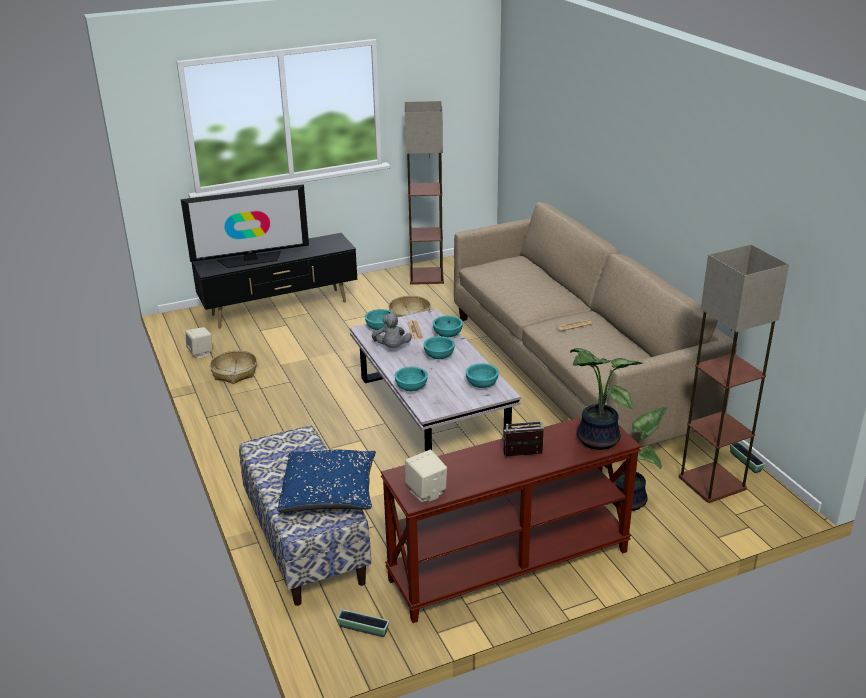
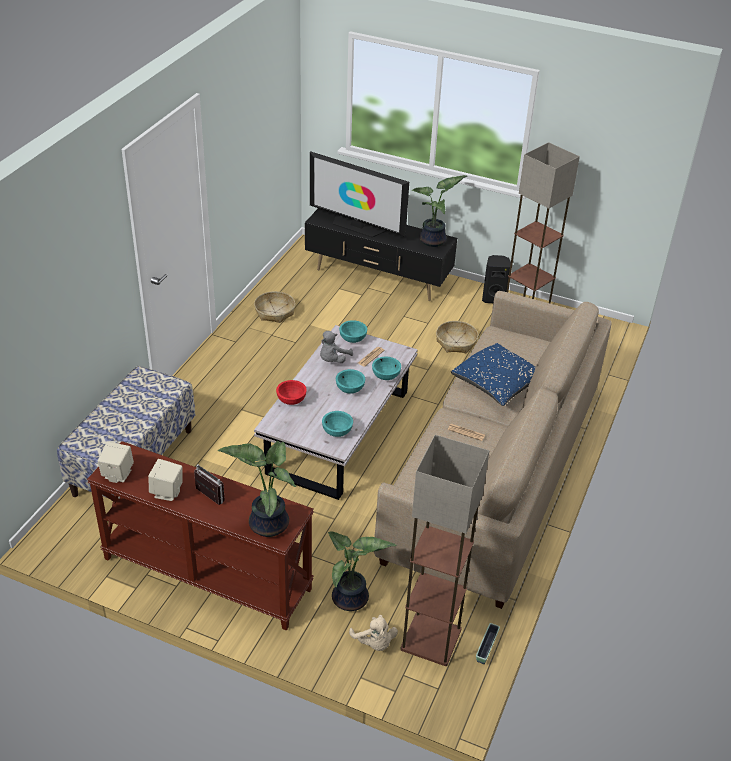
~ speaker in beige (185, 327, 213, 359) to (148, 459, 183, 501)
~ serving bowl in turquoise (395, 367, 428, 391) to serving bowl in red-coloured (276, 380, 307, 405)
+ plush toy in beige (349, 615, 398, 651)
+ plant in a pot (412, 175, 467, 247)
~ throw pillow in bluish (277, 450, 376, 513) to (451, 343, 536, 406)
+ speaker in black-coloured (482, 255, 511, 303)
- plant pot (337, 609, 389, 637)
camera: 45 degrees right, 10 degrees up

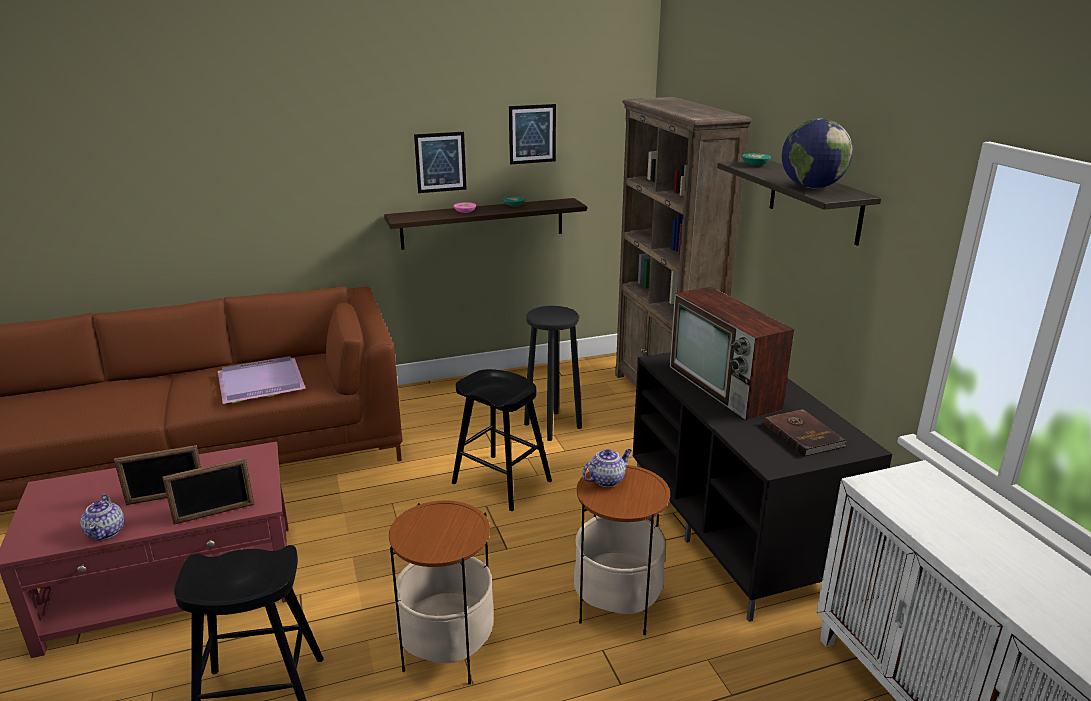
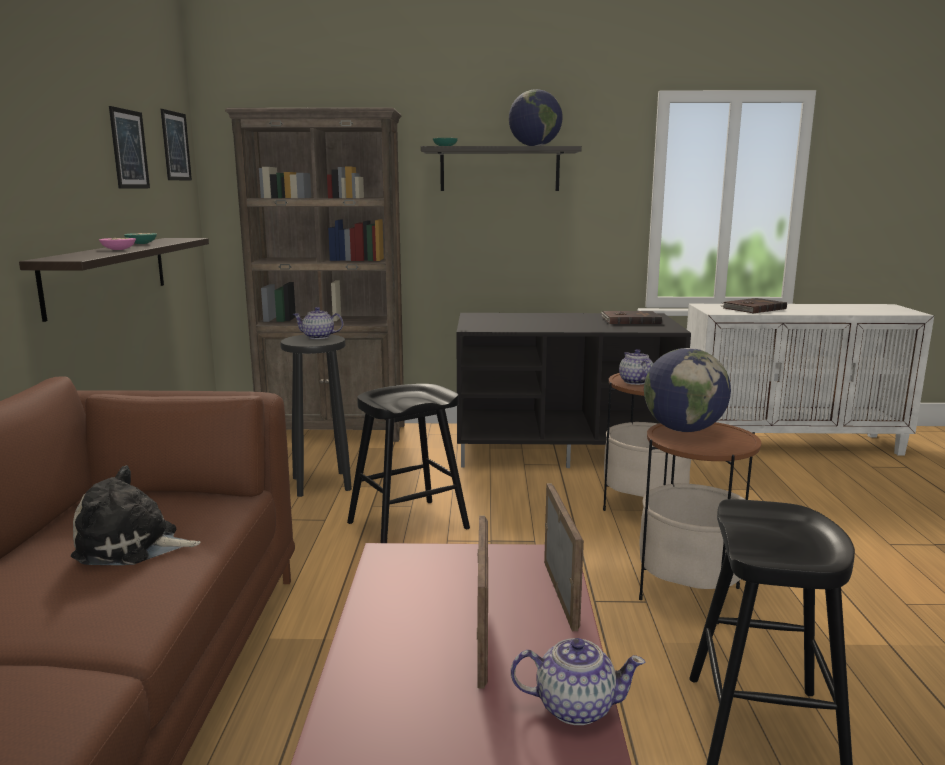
~ serving tray in purple (218, 356, 306, 404) to plush toy (71, 465, 200, 565)
~ wall picture (414, 132, 467, 193) to (161, 109, 192, 181)
+ pot for tea (292, 307, 343, 339)
+ globe (644, 348, 731, 432)
+ volume in brown-coloured (722, 298, 787, 313)
- television (670, 287, 794, 420)
camera: 70 degrees left, 10 degrees down

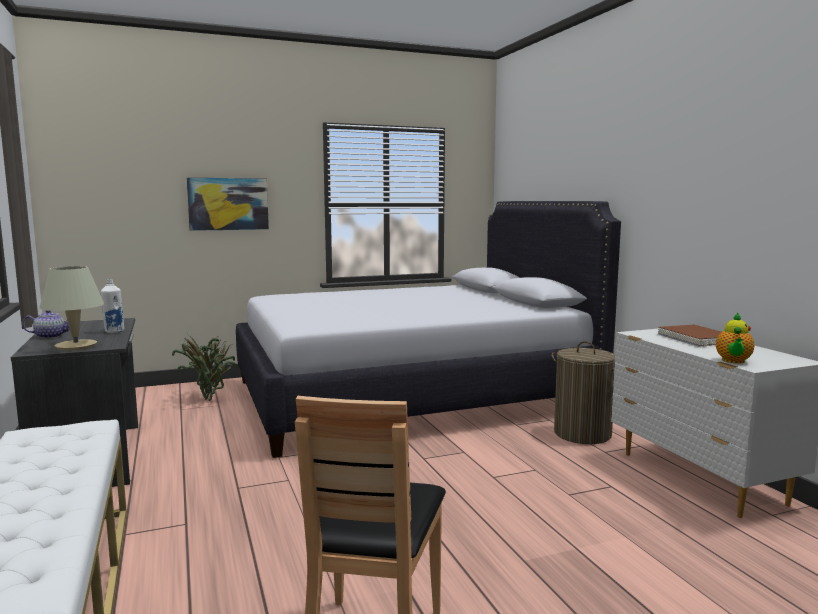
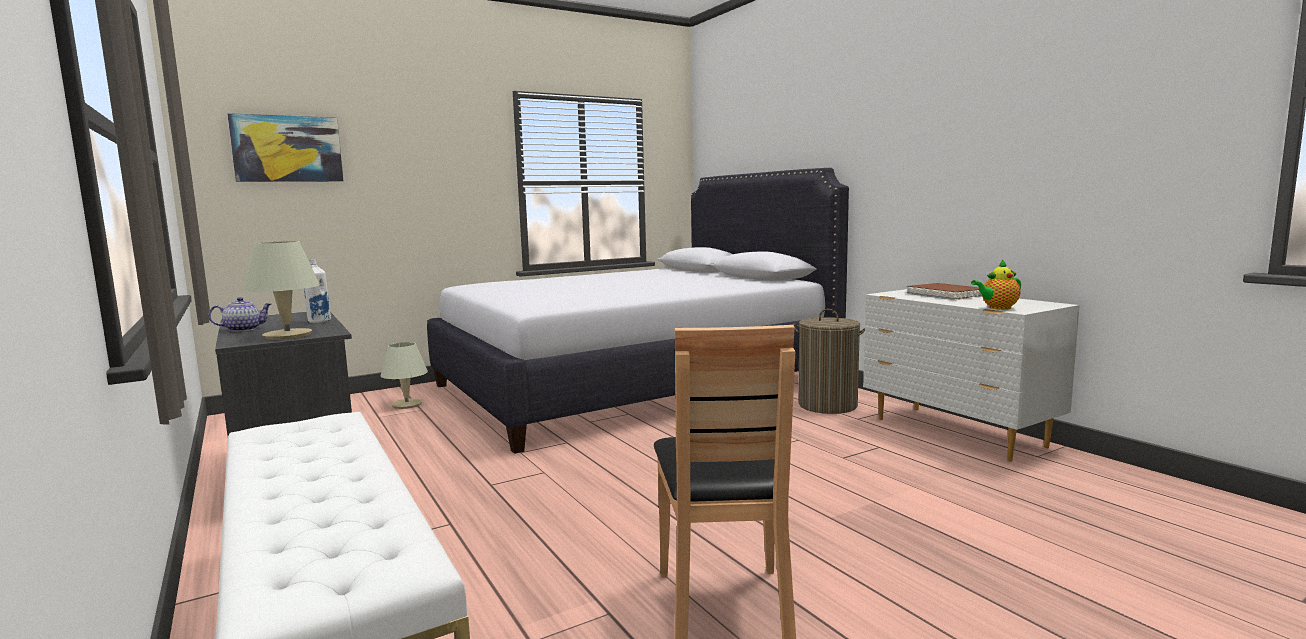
~ wall picture (186, 178, 269, 231) to (227, 113, 343, 182)
~ plant in a pot (172, 334, 239, 401) to table lamp in beige (381, 342, 428, 409)
~ pot for tea (716, 313, 754, 364) = (971, 260, 1021, 310) 60 degrees clockwise
camera: 10 degrees left, 0 degrees up

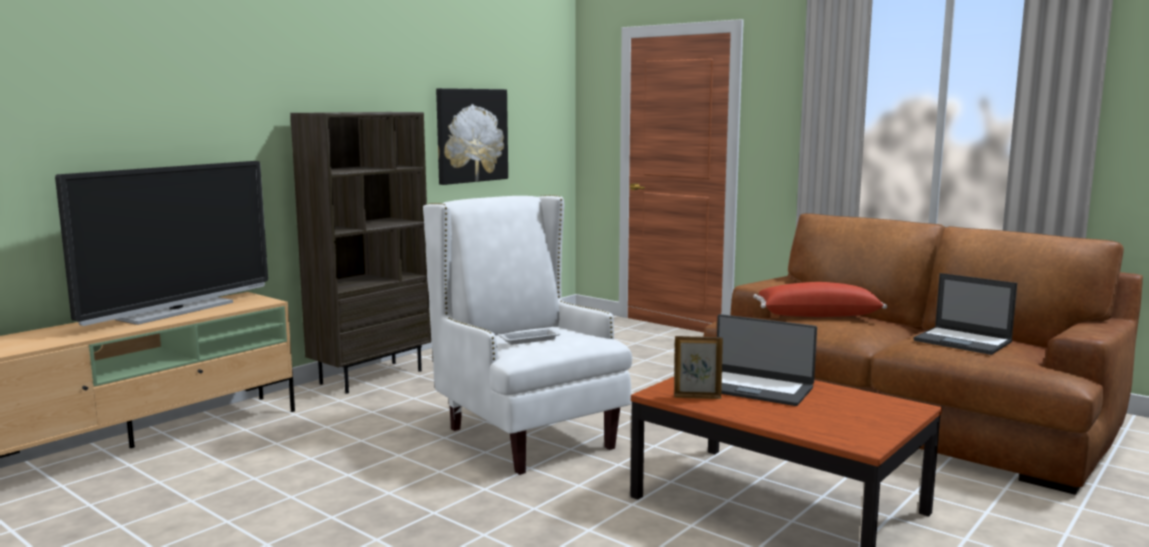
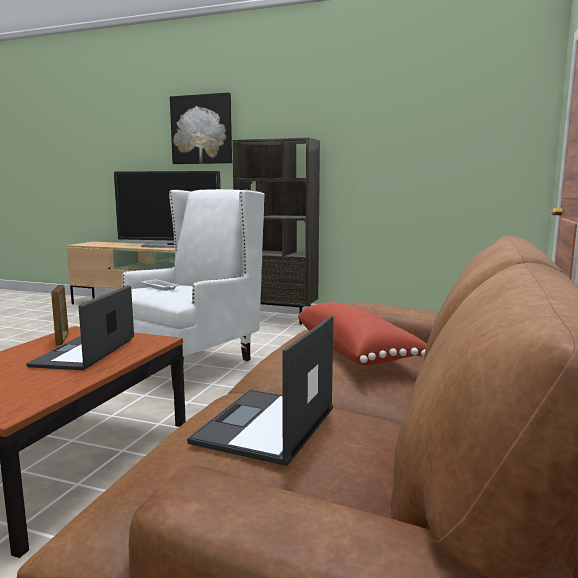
~ wall picture (436, 88, 508, 185) to (170, 92, 232, 164)
camera: 70 degrees right, 0 degrees up

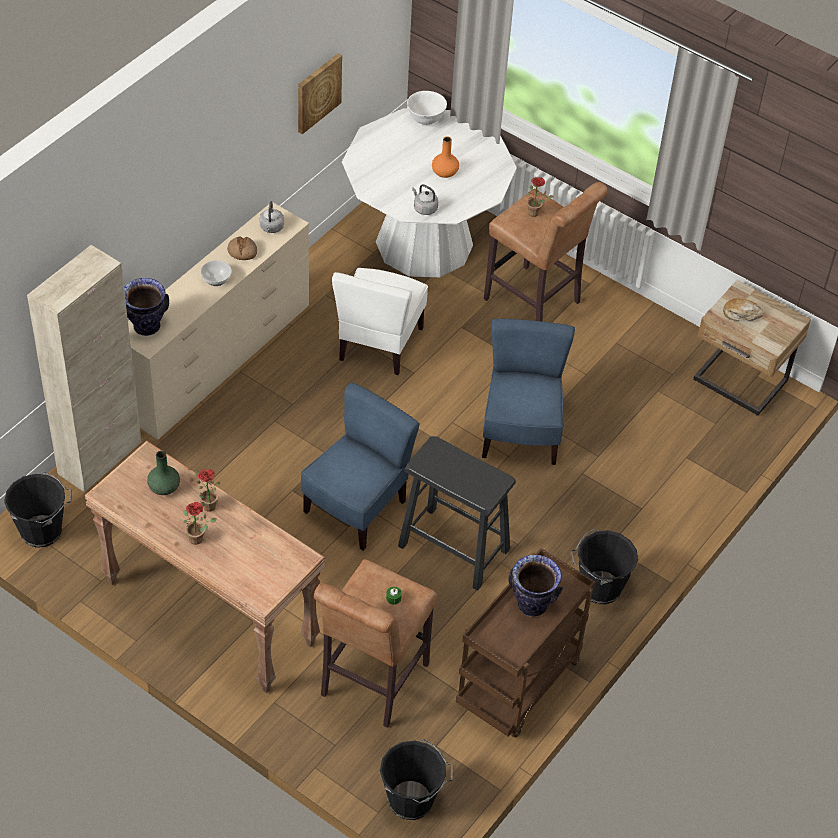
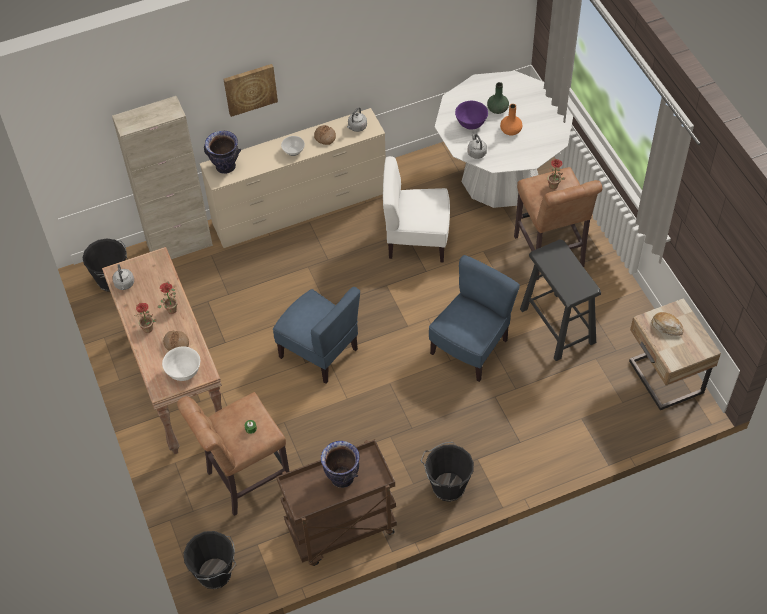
+ kettle in grey (112, 264, 134, 290)
~ serving bowl in whitish (407, 91, 447, 125) to (162, 347, 200, 381)
+ baked bread (163, 331, 189, 351)
~ wall picture (298, 53, 342, 134) to (224, 64, 278, 117)
~ upright chair in bluish (301, 383, 420, 551) = (273, 287, 360, 384) 60 degrees clockwise
~ upright chair in whitish (332, 268, 428, 375) = (383, 156, 450, 263) 45 degrees clockwise
+ serving bowl in purple (455, 101, 488, 130)
~ decorative vase in greenish (147, 451, 180, 495) to (487, 82, 509, 114)
~ stool in black-coloured (398, 436, 516, 590) to (520, 239, 601, 361)
camera: 35 degrees right, 5 degrees up

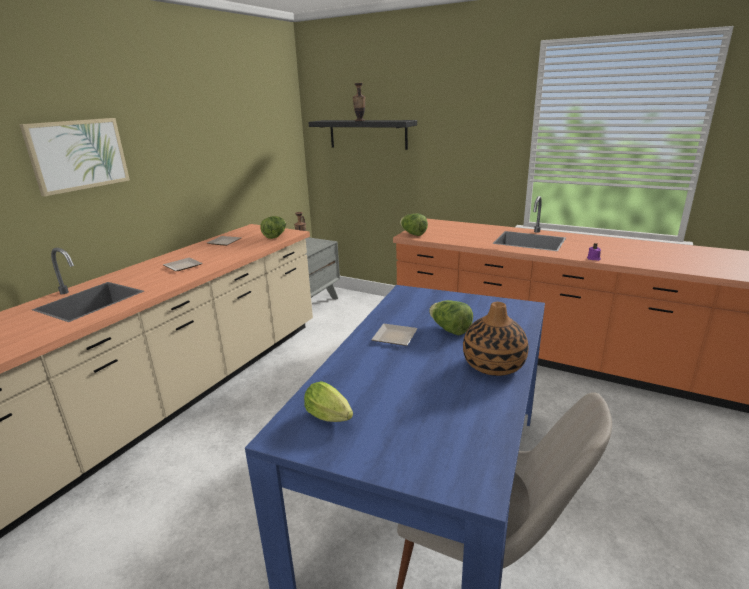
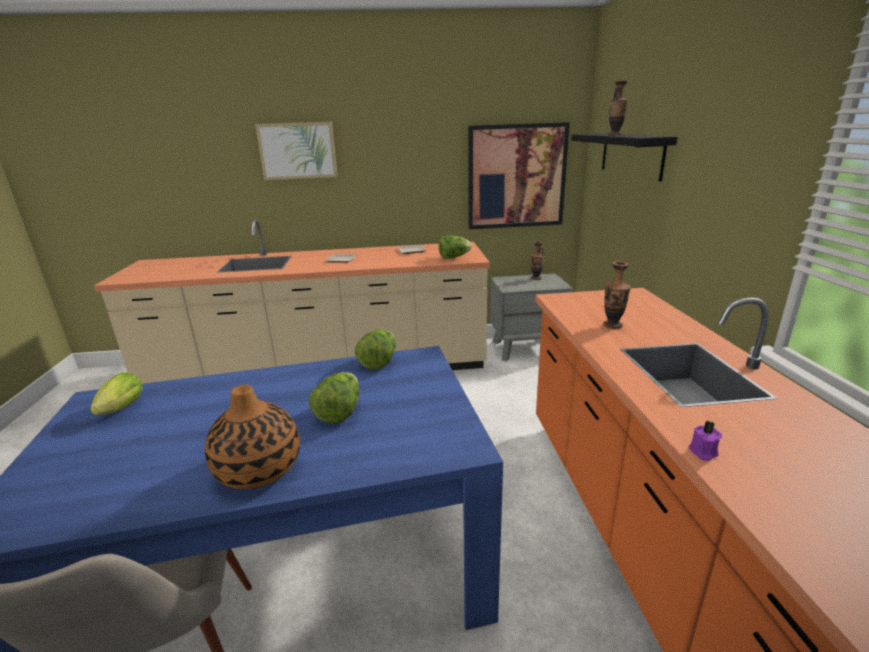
~ lettuce (400, 214, 428, 236) to (355, 329, 396, 370)
+ wall picture (468, 122, 570, 229)
+ decorative vase (603, 261, 631, 329)
- dinner plate (371, 324, 418, 346)
camera: 55 degrees right, 0 degrees up

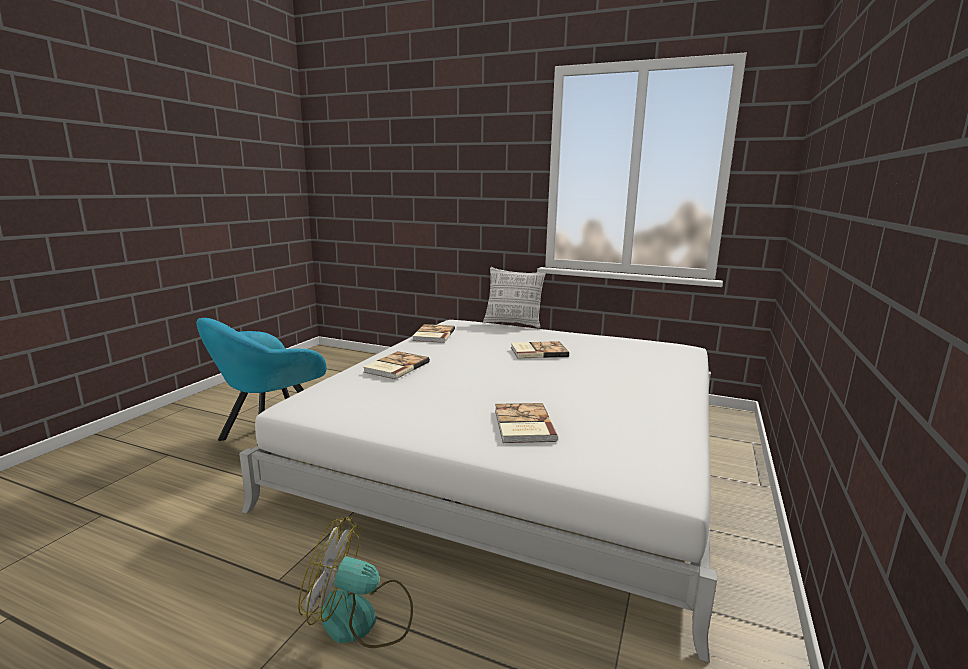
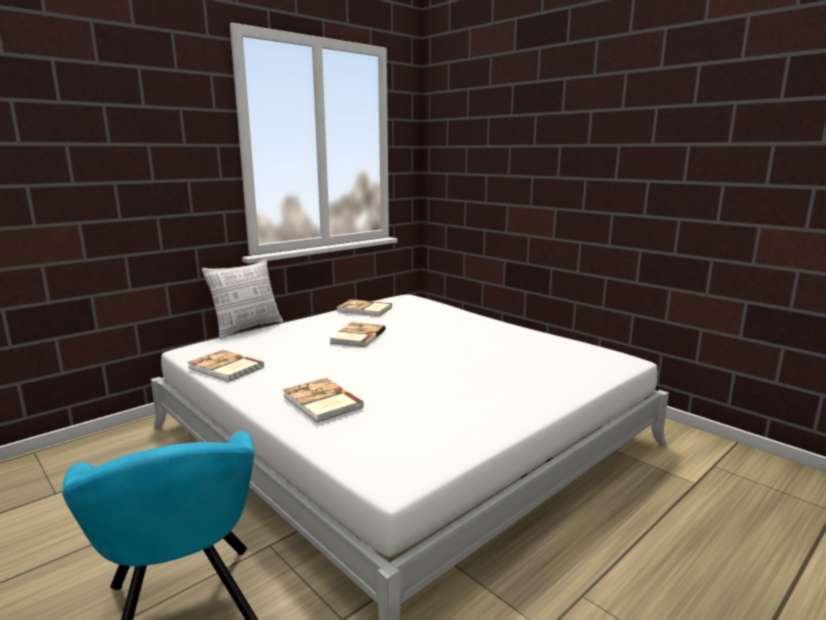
~ volume (495, 403, 558, 443) to (337, 299, 392, 316)
- fan (298, 516, 413, 648)
camera: 65 degrees left, 0 degrees up

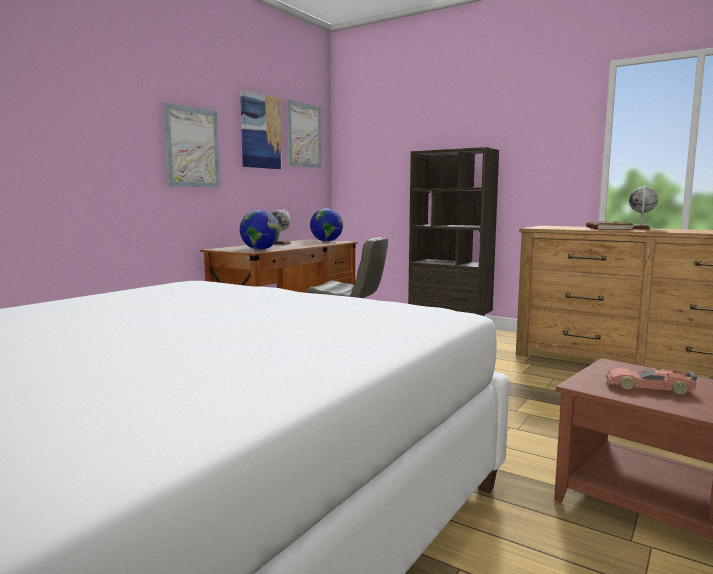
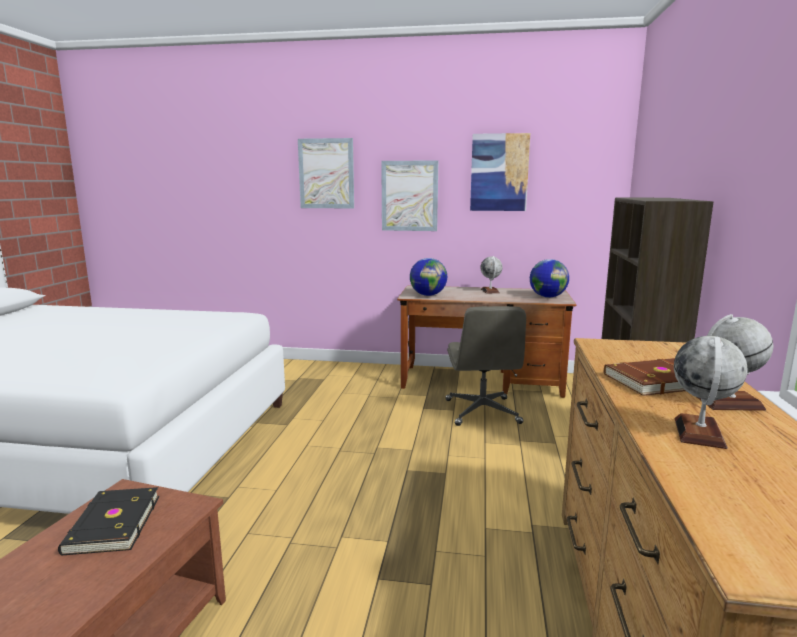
~ toy car (606, 368, 698, 395) to volume in black-coloured (58, 487, 160, 555)
~ wall picture (286, 100, 321, 168) to (298, 138, 354, 209)
+ globe (674, 336, 748, 449)
camera: 65 degrees right, 5 degrees up

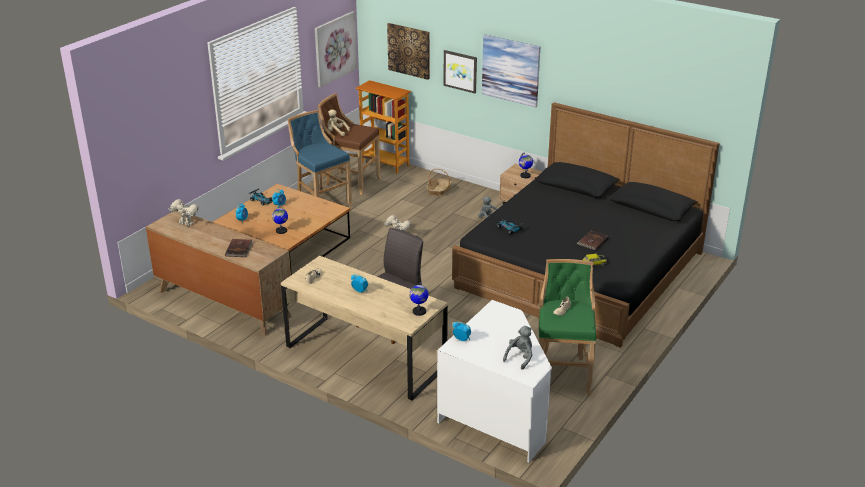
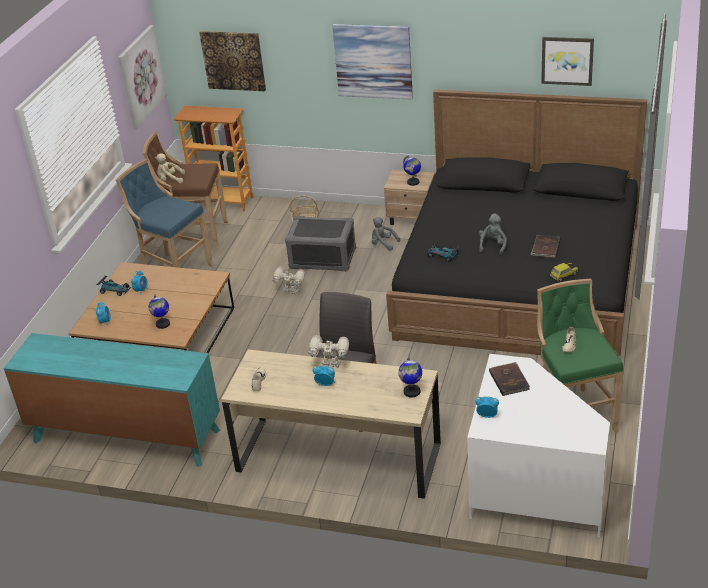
~ chest of drawers in brown-coloured (146, 211, 291, 337) to chest of drawers in turquoise (4, 333, 220, 467)
+ storage bin in grey (285, 216, 356, 271)
~ model robot (168, 199, 199, 226) to (308, 335, 349, 368)
~ plush toy in grey (503, 326, 532, 370) to (479, 213, 507, 255)
~ volume in brown-coloured (225, 239, 254, 257) to (489, 362, 530, 396)
~ wall picture (444, 50, 477, 94) to (541, 37, 594, 86)
camera: 15 degrees left, 5 degrees up

